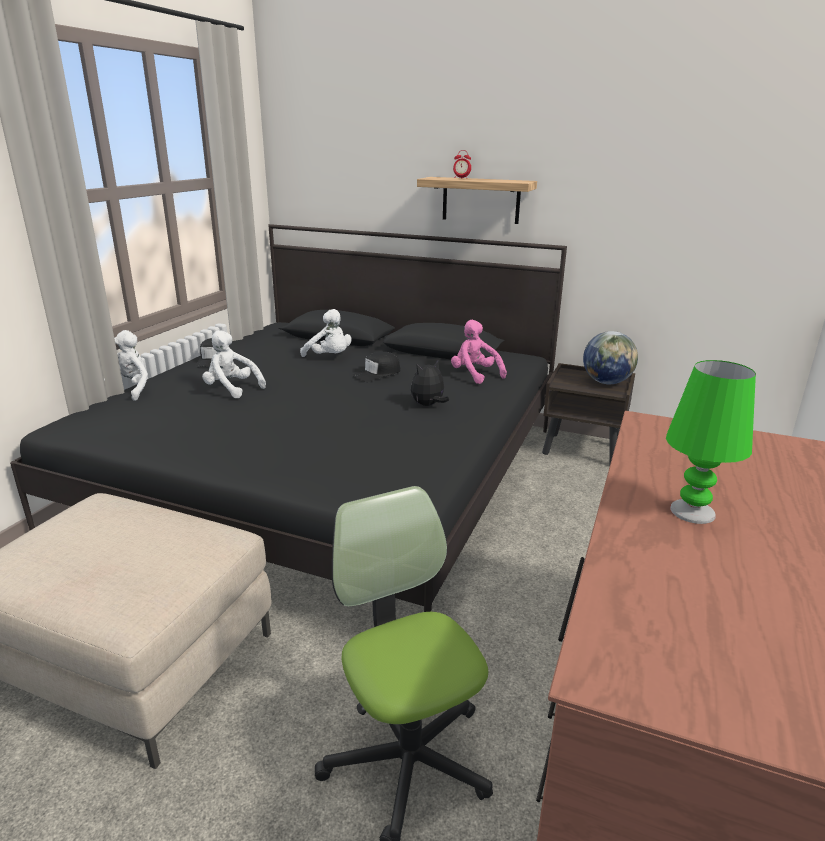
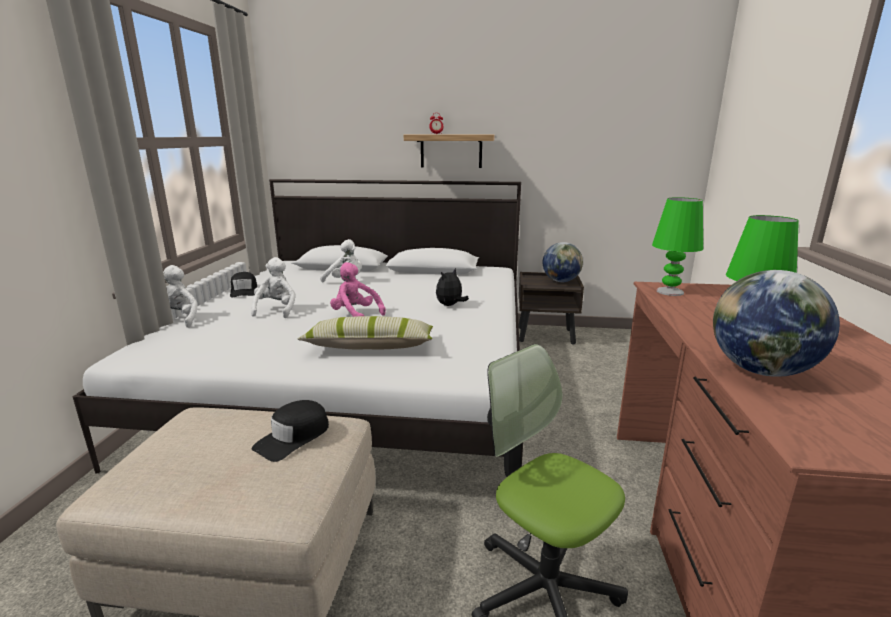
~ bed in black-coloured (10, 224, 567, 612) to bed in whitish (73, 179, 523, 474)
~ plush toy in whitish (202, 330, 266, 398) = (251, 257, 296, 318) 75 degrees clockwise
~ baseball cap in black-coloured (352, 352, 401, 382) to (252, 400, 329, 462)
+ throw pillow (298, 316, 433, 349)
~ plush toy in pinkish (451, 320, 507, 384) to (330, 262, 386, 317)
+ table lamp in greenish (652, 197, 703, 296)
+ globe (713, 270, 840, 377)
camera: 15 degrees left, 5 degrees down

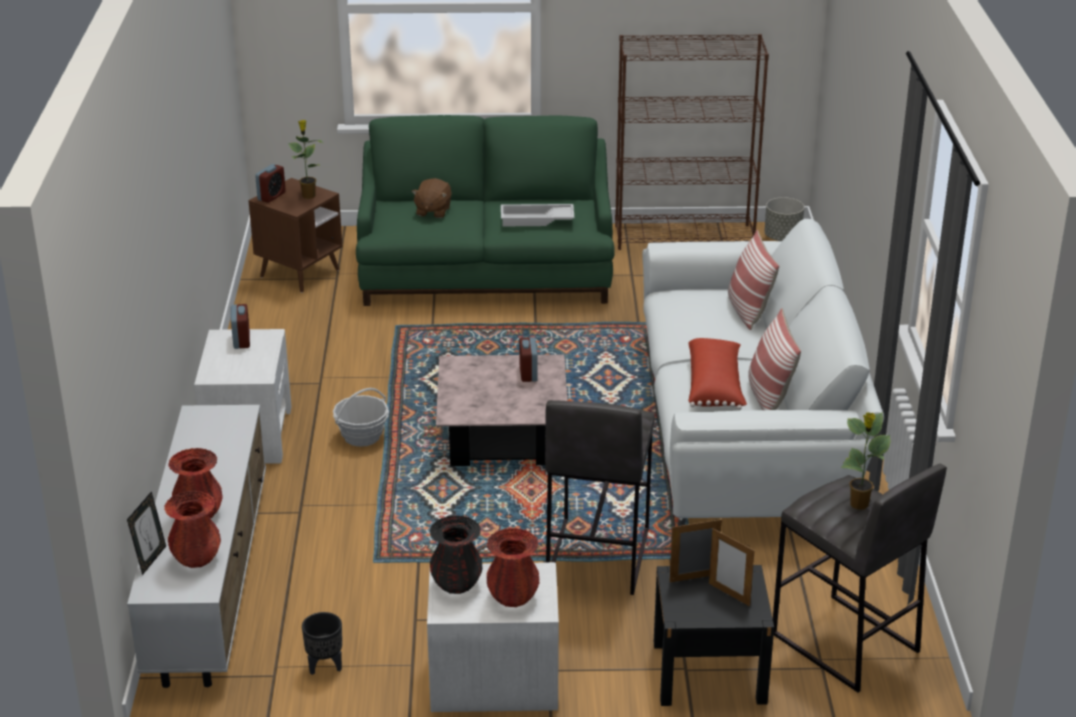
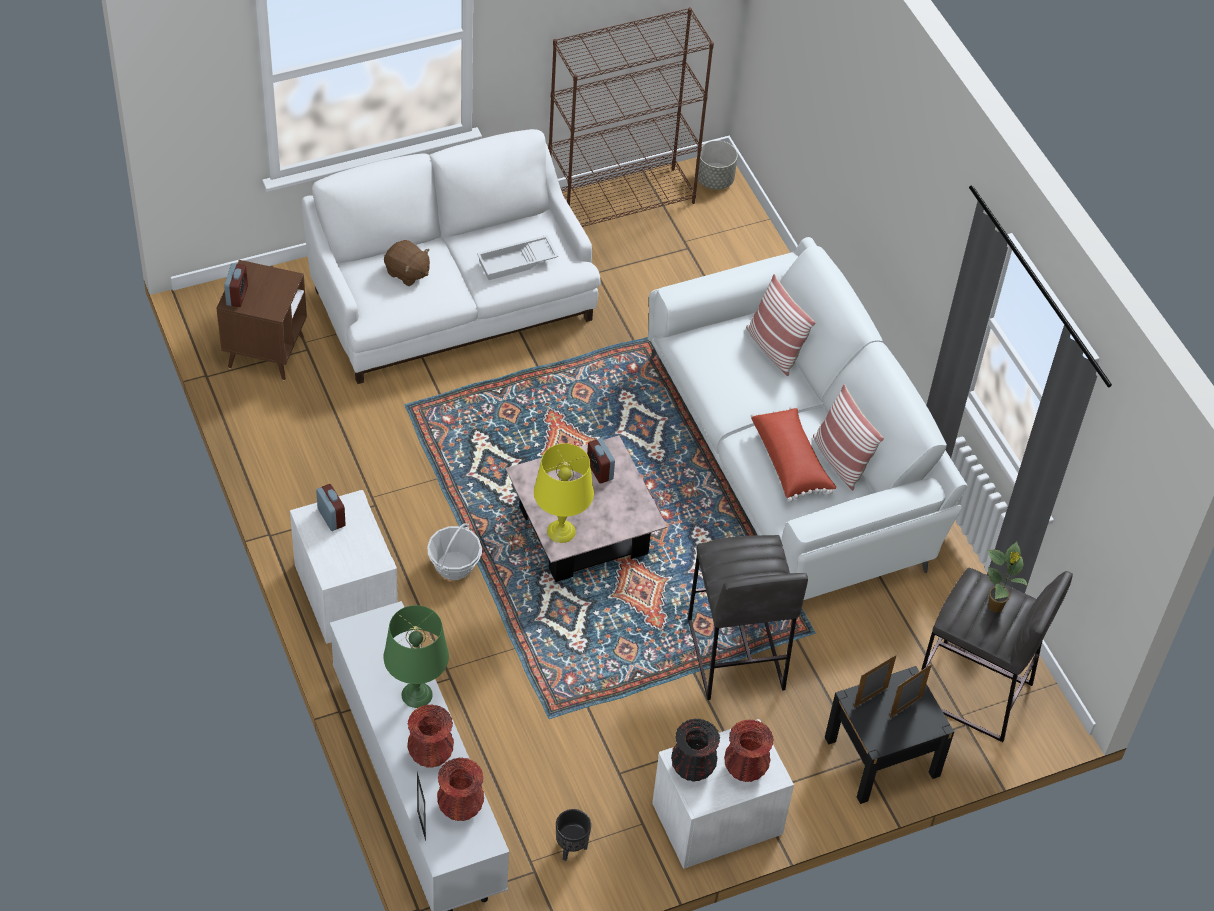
~ settee in greenish (356, 115, 615, 306) to settee in whitish (302, 129, 600, 384)
+ table lamp in greenish (383, 605, 449, 708)
~ plush toy in brown-coloured (412, 178, 452, 218) = (384, 240, 430, 286) 45 degrees counterclockwise
+ table lamp in yellow (534, 443, 594, 543)
~ photo frame (709, 528, 755, 606) = (889, 664, 932, 719) 120 degrees clockwise
- plant in a pot (288, 120, 323, 199)
camera: 25 degrees left, 20 degrees up

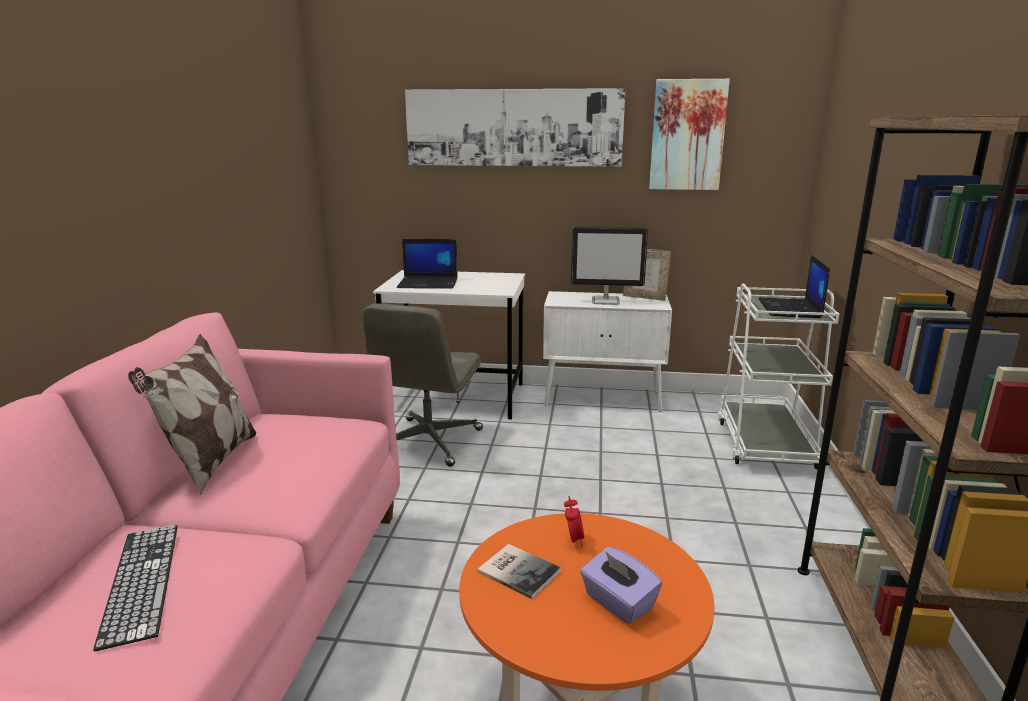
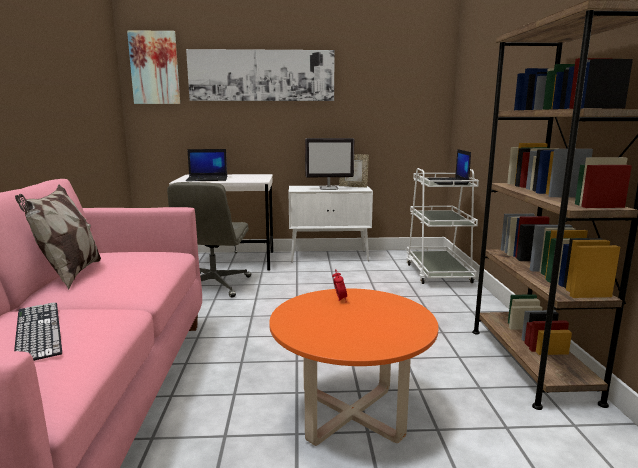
~ wall picture (649, 79, 730, 190) to (127, 30, 180, 104)
- volume (478, 544, 561, 599)
- tissue holder in purple (580, 547, 662, 624)
camera: 10 degrees left, 5 degrees down

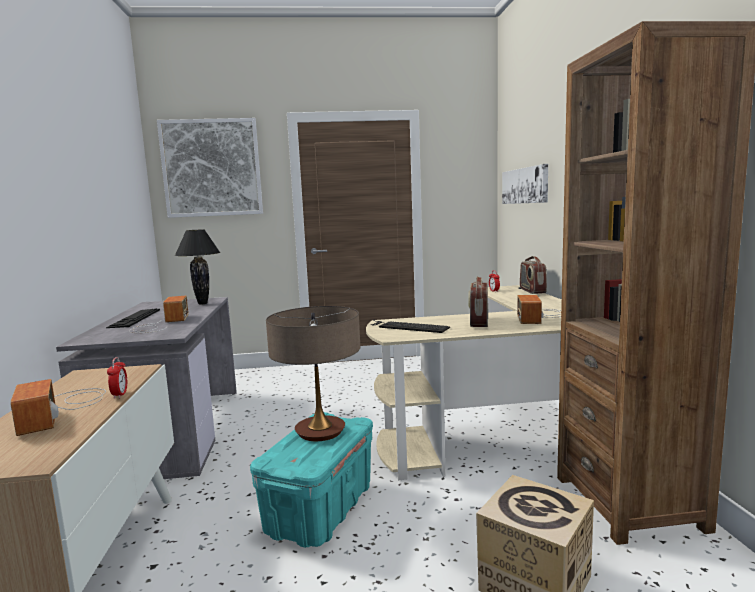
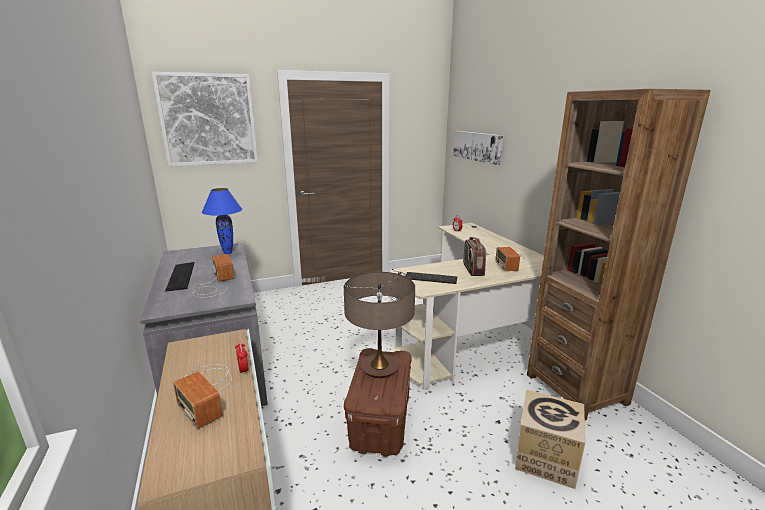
~ table lamp in black-coloured (175, 229, 220, 305) to table lamp in bluish (202, 188, 242, 254)
~ storage bin in turquoise (250, 412, 373, 548) to storage bin in brown-coloured (344, 348, 412, 457)
- radio (520, 256, 547, 294)
camera: 15 degrees left, 10 degrees up

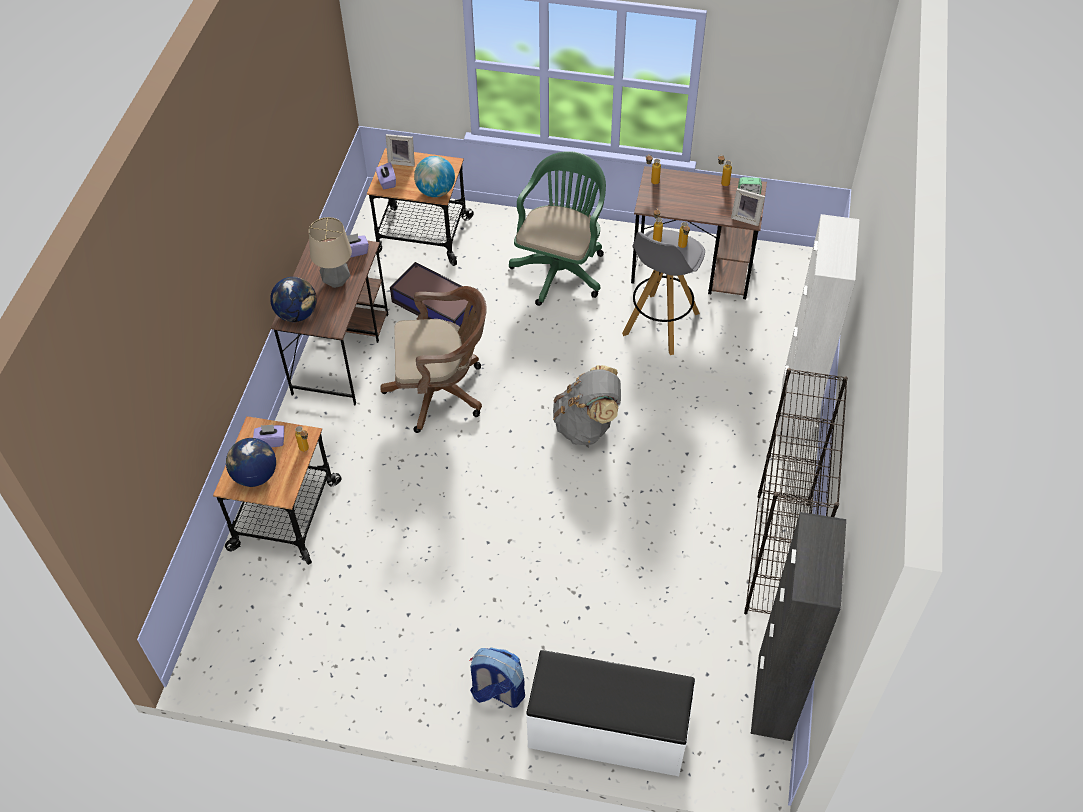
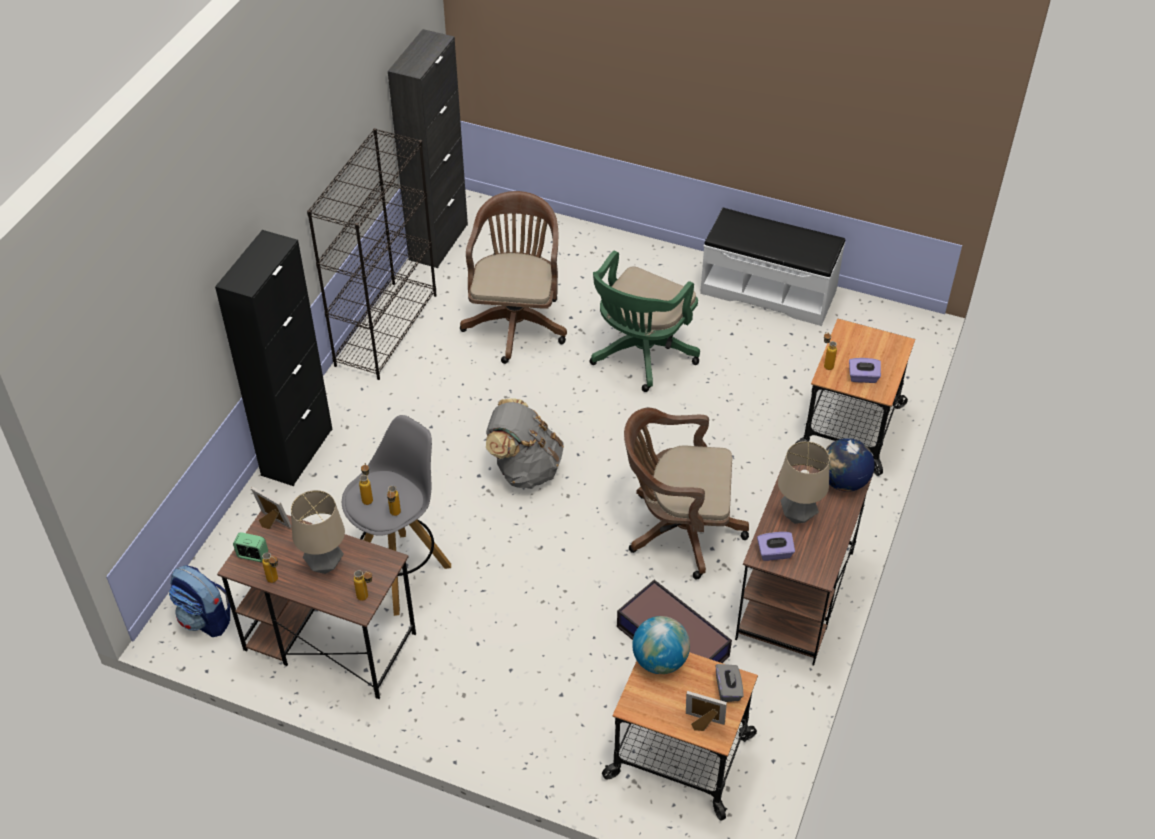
~ knapsack (469, 648, 525, 708) to (169, 565, 230, 637)
~ cabinet in whitish (776, 214, 860, 442) to cabinet in black-coloured (215, 230, 333, 486)
+ table lamp (291, 490, 345, 574)
+ office chair in brown-coloured (460, 191, 567, 364)
~ office chair in greenish (509, 151, 606, 306) to (590, 251, 700, 392)
~ long seat in whitish (526, 650, 695, 776) to (700, 208, 845, 326)
~ tissue holder in purple (376, 162, 396, 189) to tissue holder in grey (716, 664, 743, 702)
- globe (226, 438, 276, 487)
camera: 170 degrees left, 5 degrees down

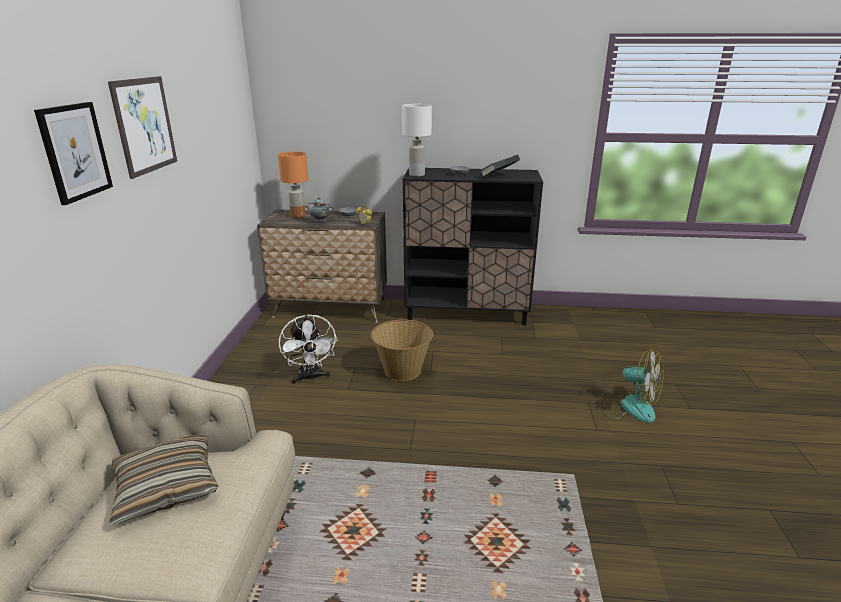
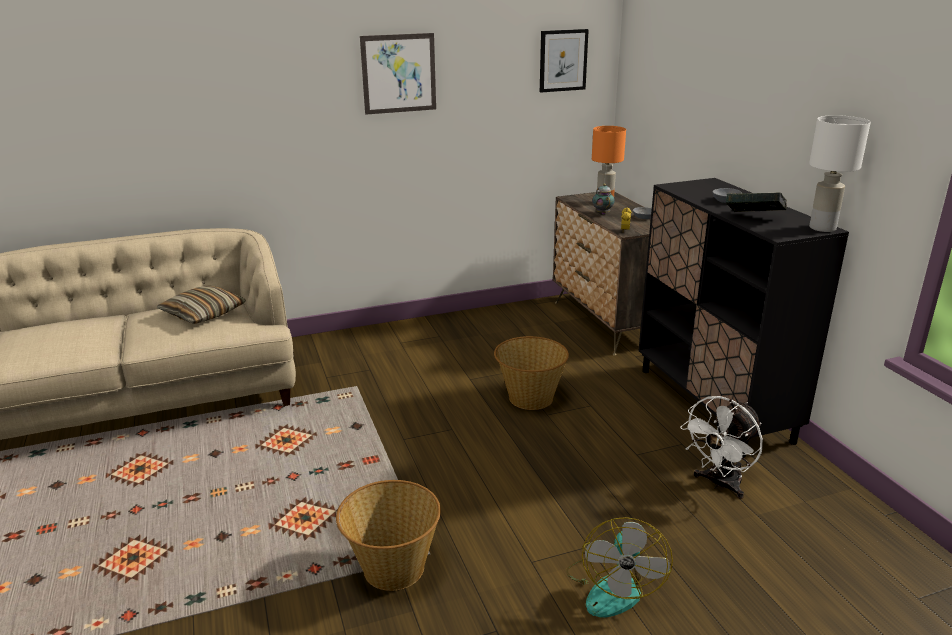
+ household basket (336, 480, 441, 591)
~ wall picture (34, 102, 113, 205) to (540, 29, 589, 92)
~ fan in whitish (279, 314, 338, 384) to (680, 396, 763, 499)
~ table lamp in whitish (402, 104, 432, 177) to (809, 115, 871, 232)
camera: 65 degrees right, 0 degrees up

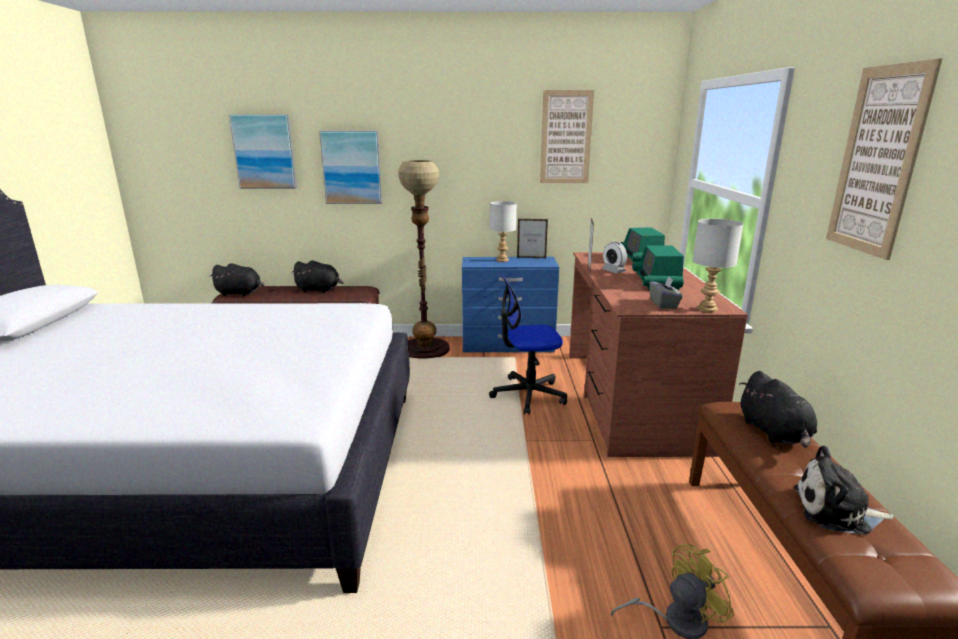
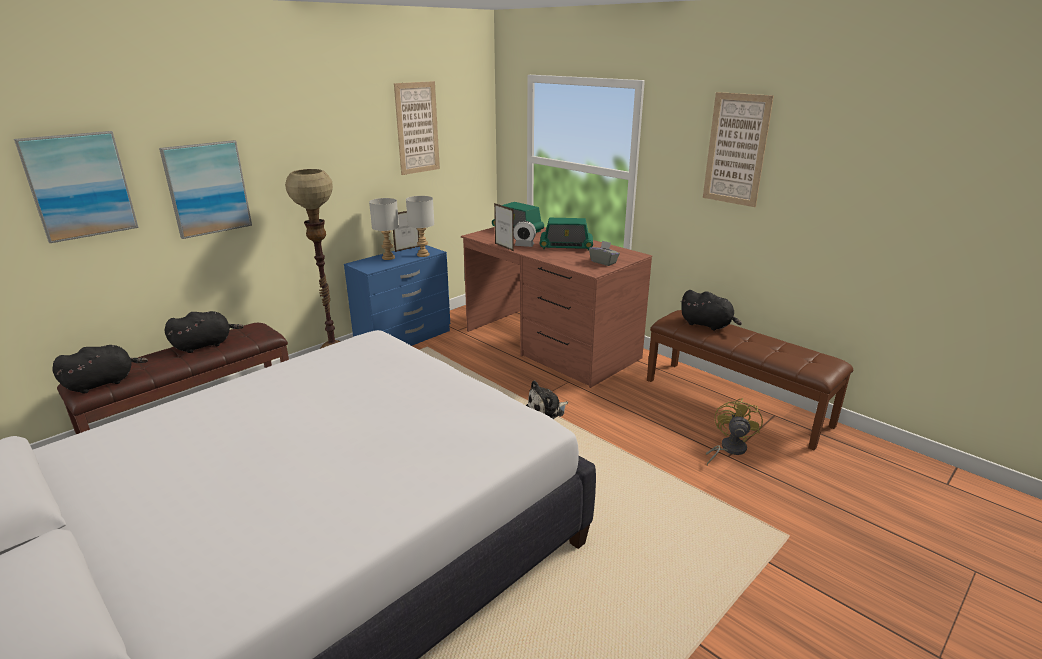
~ table lamp in grey (693, 219, 743, 312) to (406, 196, 434, 257)
~ plush toy (794, 446, 894, 535) to (526, 380, 568, 419)
~ radio (633, 246, 684, 290) = (540, 218, 593, 250) 45 degrees counterclockwise
- office chair (489, 273, 567, 415)
camera: 45 degrees left, 5 degrees up

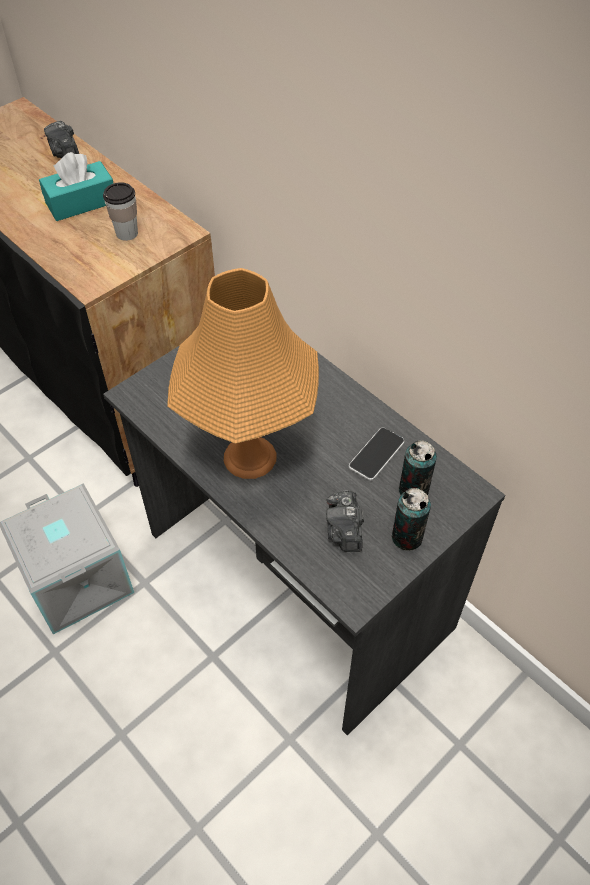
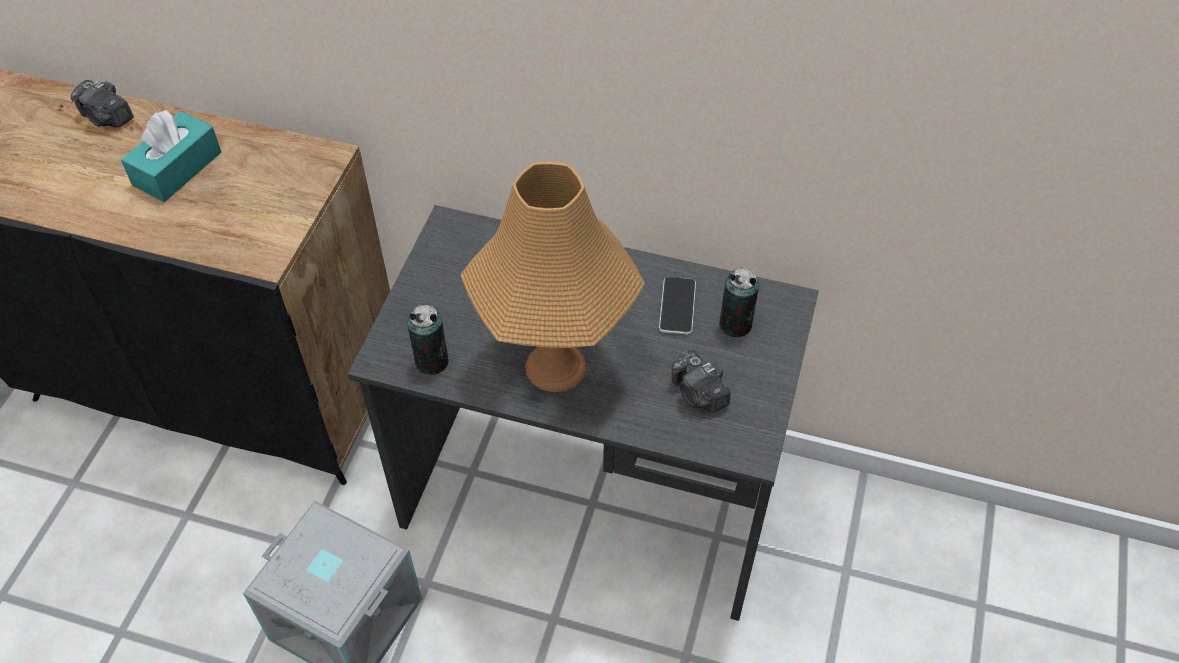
~ can (392, 488, 431, 550) to (407, 305, 449, 375)
- drinking cup (103, 182, 138, 241)
camera: 30 degrees left, 0 degrees up

